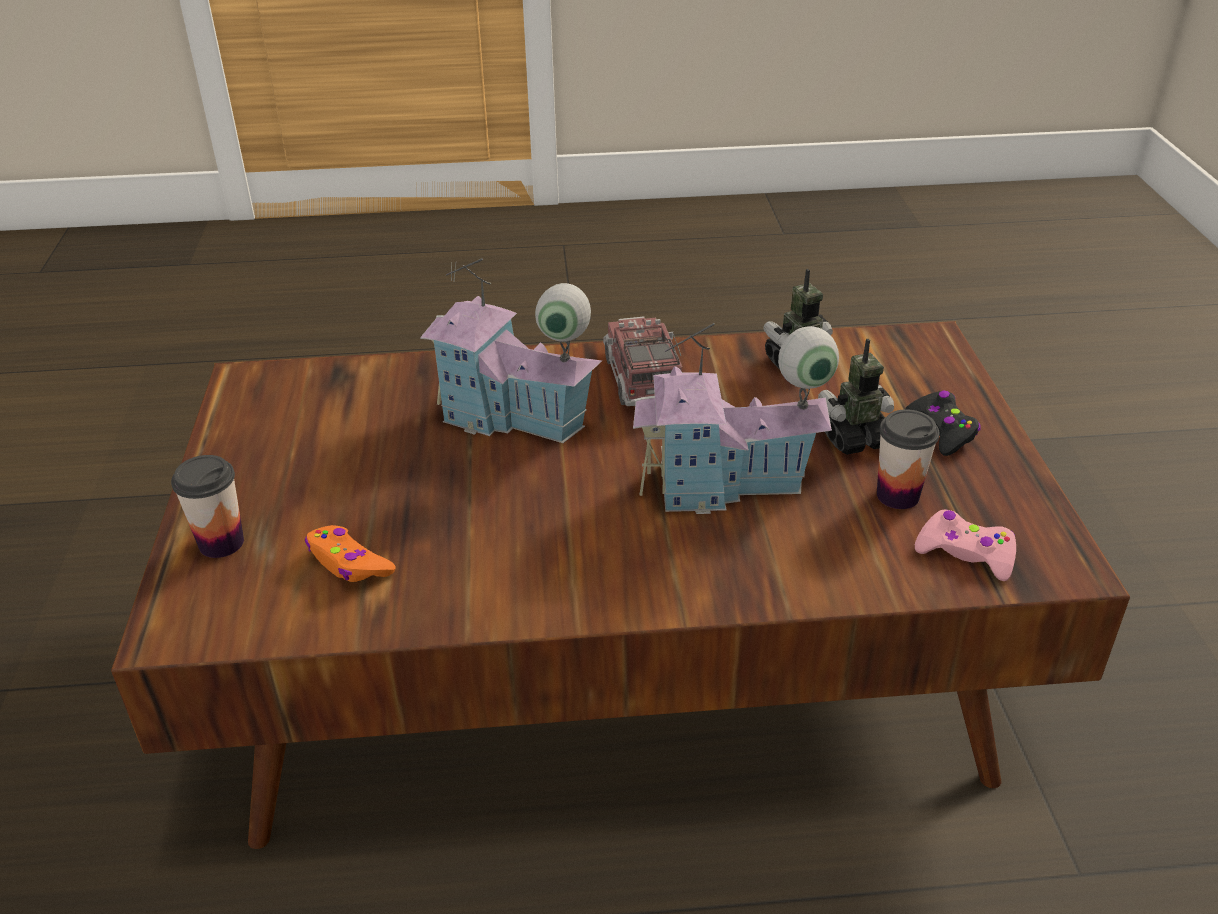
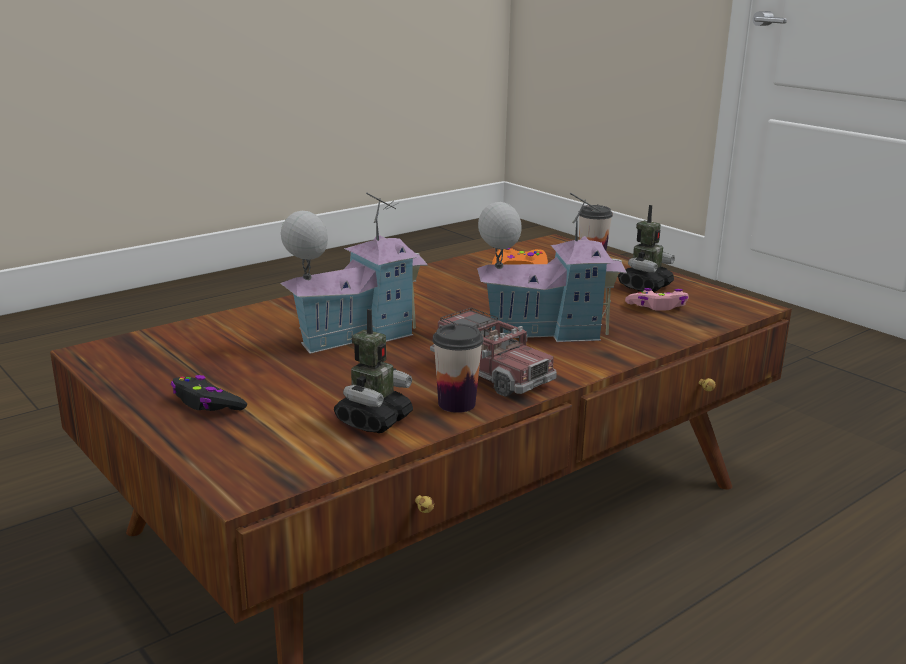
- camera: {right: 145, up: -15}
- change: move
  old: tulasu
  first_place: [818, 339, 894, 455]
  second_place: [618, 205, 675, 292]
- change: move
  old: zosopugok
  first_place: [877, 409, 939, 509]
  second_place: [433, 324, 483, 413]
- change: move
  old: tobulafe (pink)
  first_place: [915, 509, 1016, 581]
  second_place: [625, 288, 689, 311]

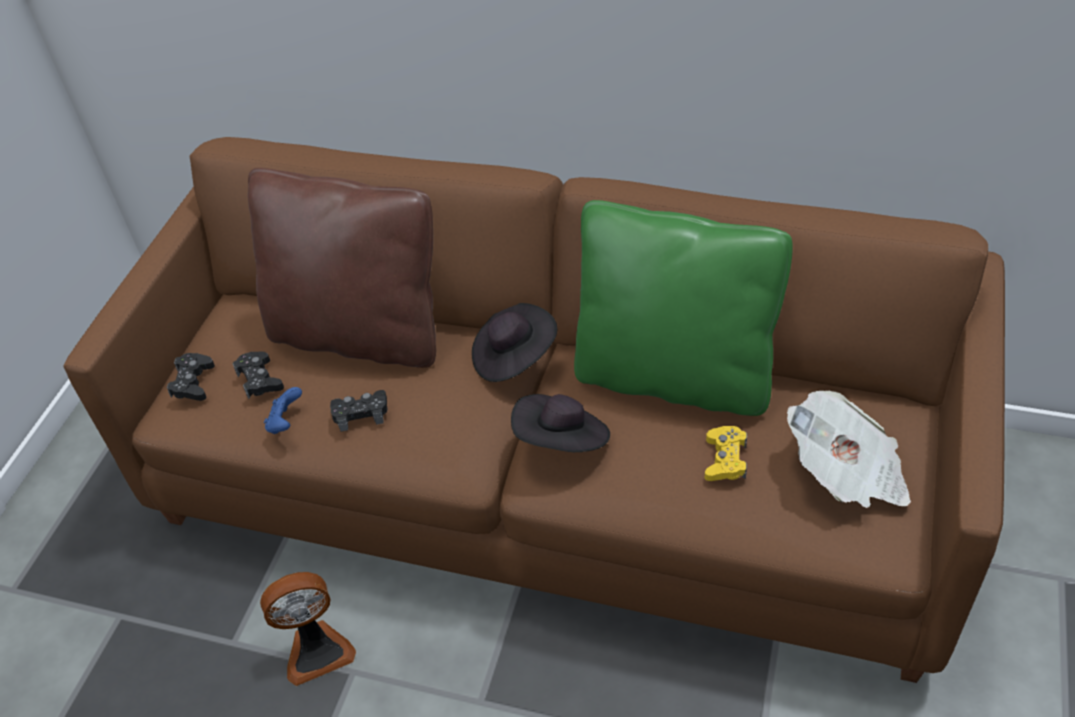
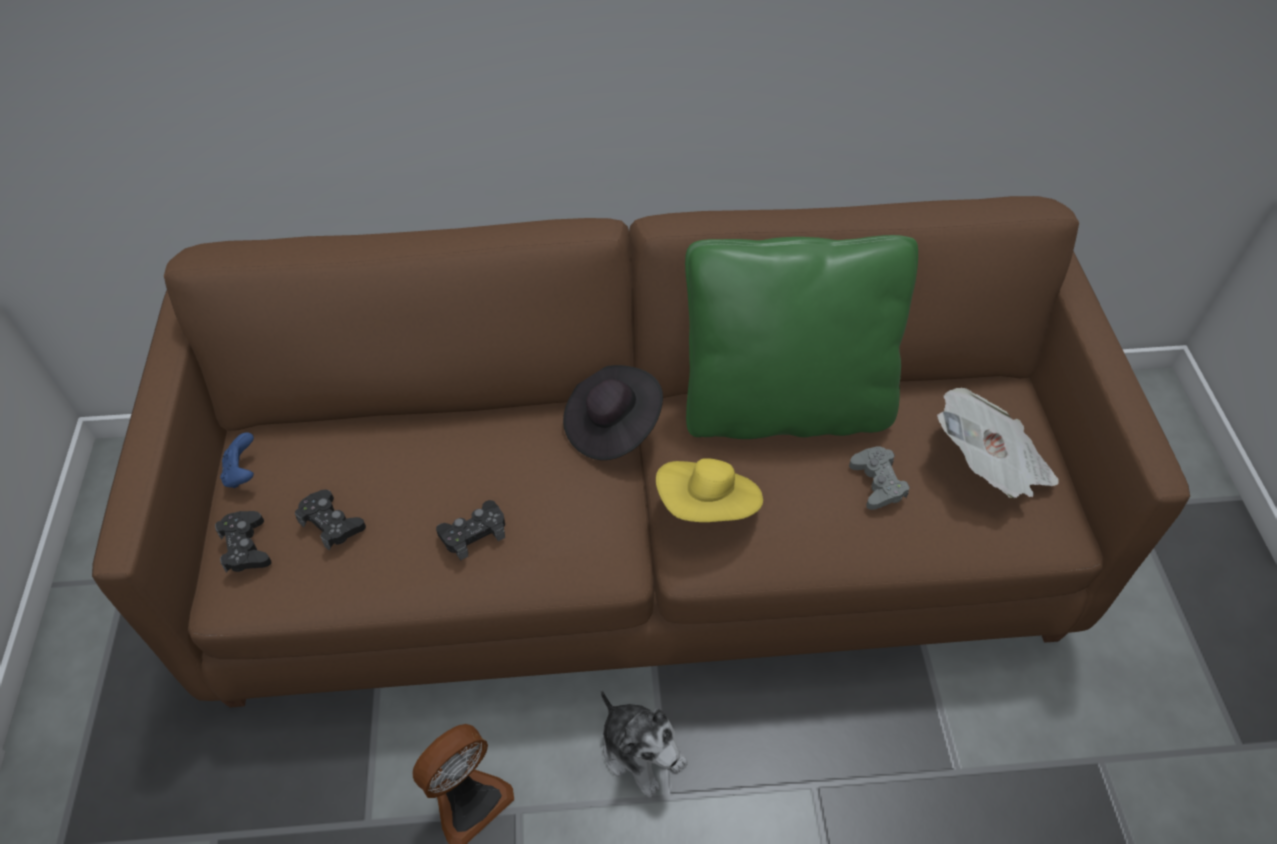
- camera: {right: -25, up: 5}
- change: delete
  old: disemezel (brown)
  first_place: [248, 168, 436, 368]
- change: insert
  new: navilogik
  second_place: [601, 690, 688, 798]
- change: move
  old: tobulafe (blue)
  first_place: [264, 387, 302, 434]
  second_place: [220, 432, 254, 488]
- change: recolor
  old: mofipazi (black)
  new: mofipazi (yellow)
  first_place: [511, 394, 610, 452]
  second_place: [656, 458, 763, 522]
- change: recolor
  old: tobulafe (yellow)
  new: tobulafe (grey)
  first_place: [705, 426, 747, 481]
  second_place: [849, 446, 910, 510]

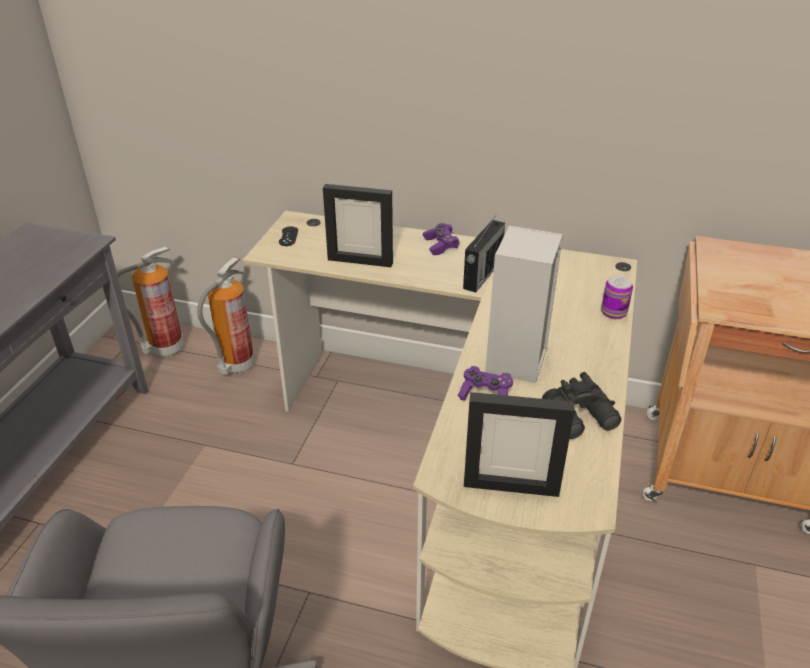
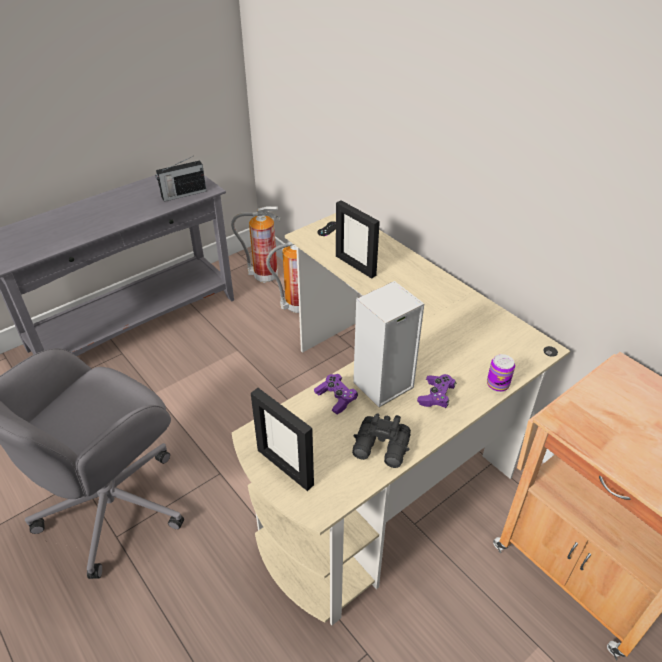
- camera: {right: 35, up: 5}
- change: move
  old: tobulafe (purple)
  first_place: [423, 223, 460, 255]
  second_place: [417, 374, 456, 408]
- change: move
  old: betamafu
  first_place: [463, 215, 505, 292]
  second_place: [155, 156, 206, 202]

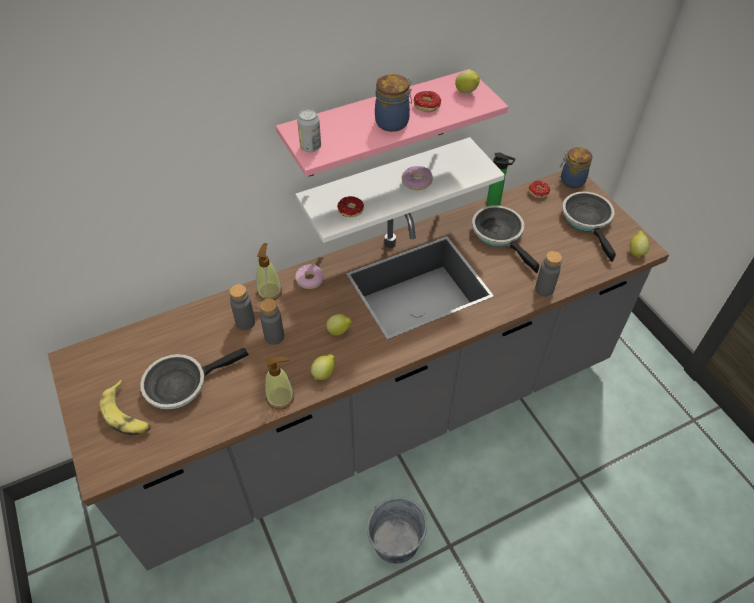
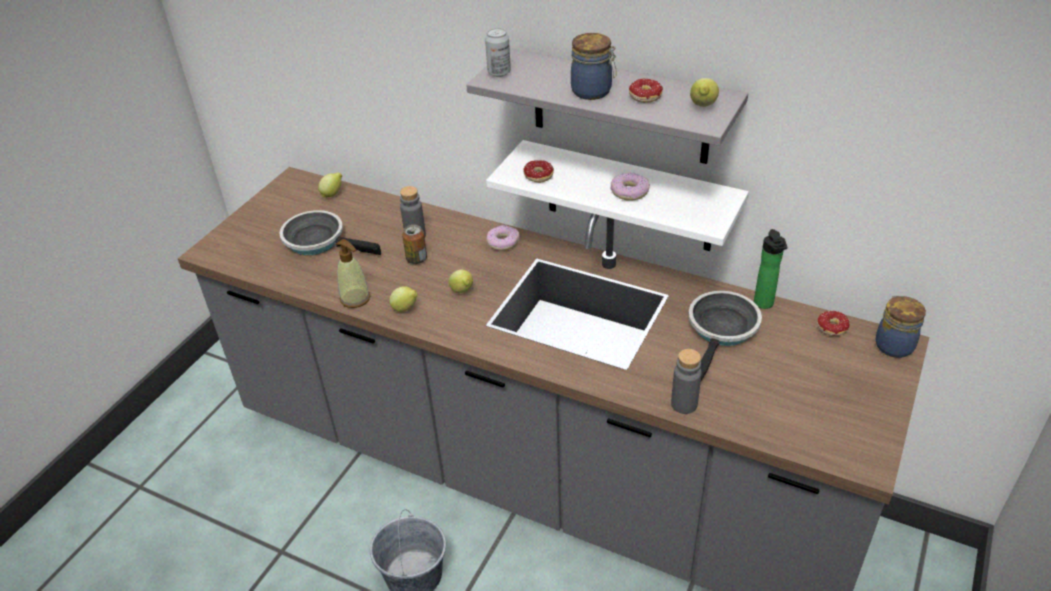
- camera: {right: 55, up: -10}
- change: delete
  old: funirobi
  first_place: [99, 380, 151, 435]
- change: delete
  old: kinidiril
  first_place: [256, 243, 282, 300]
- change: delete
  old: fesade
  first_place: [562, 192, 616, 262]
- change: move
  old: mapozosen
  first_place: [630, 231, 649, 258]
  second_place: [318, 172, 342, 197]
- change: replace
  old: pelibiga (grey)
  new: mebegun
  first_place: [260, 299, 284, 345]
  second_place: [402, 224, 427, 264]
- change: recolor
  old: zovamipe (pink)
  new: zovamipe (grey)
  first_place: [276, 69, 508, 177]
  second_place: [466, 48, 748, 164]

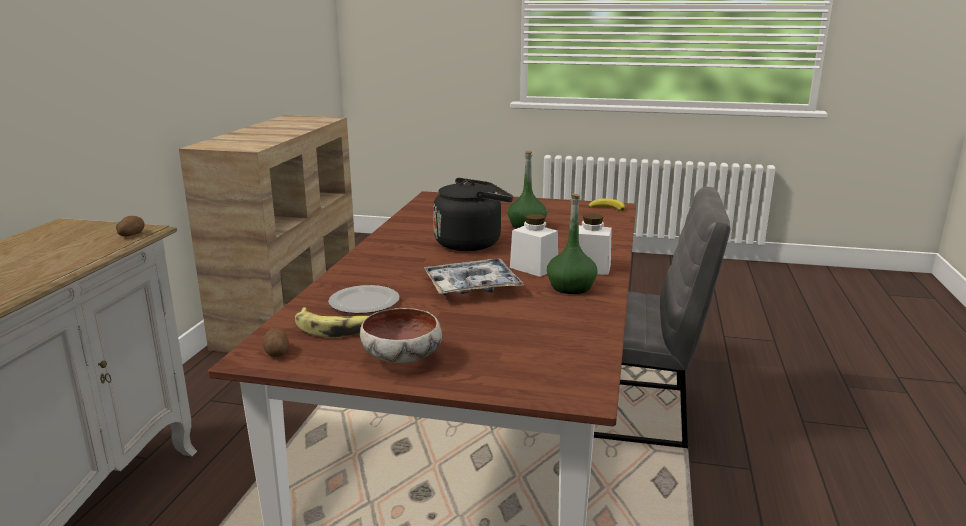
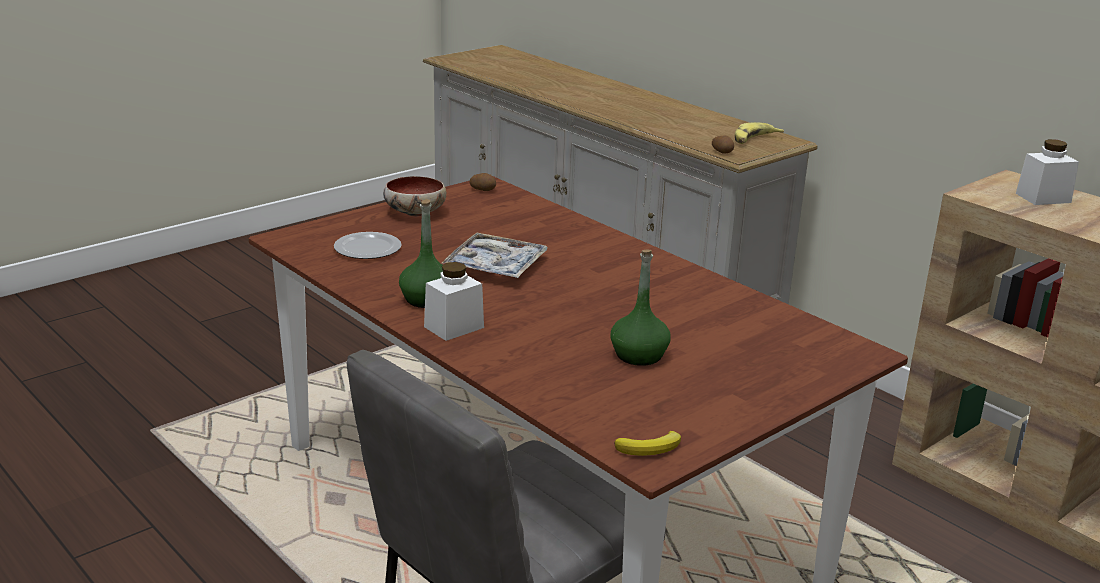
- camera: {right: 125, up: 5}
- change: delete
  old: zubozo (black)
  first_place: [433, 178, 513, 251]
- change: move
  old: funirobi
  first_place: [295, 307, 369, 338]
  second_place: [735, 122, 784, 144]
- change: move
  old: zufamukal
  first_place: [328, 285, 400, 314]
  second_place: [334, 232, 402, 259]
- change: move
  old: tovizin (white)
  first_place: [510, 214, 558, 277]
  second_place: [1016, 139, 1079, 205]

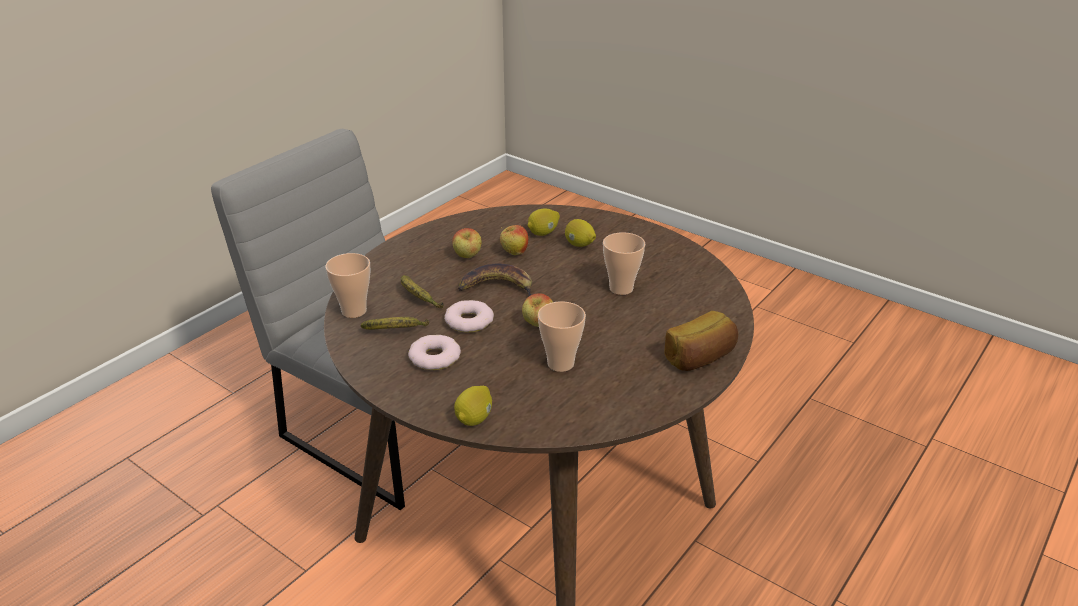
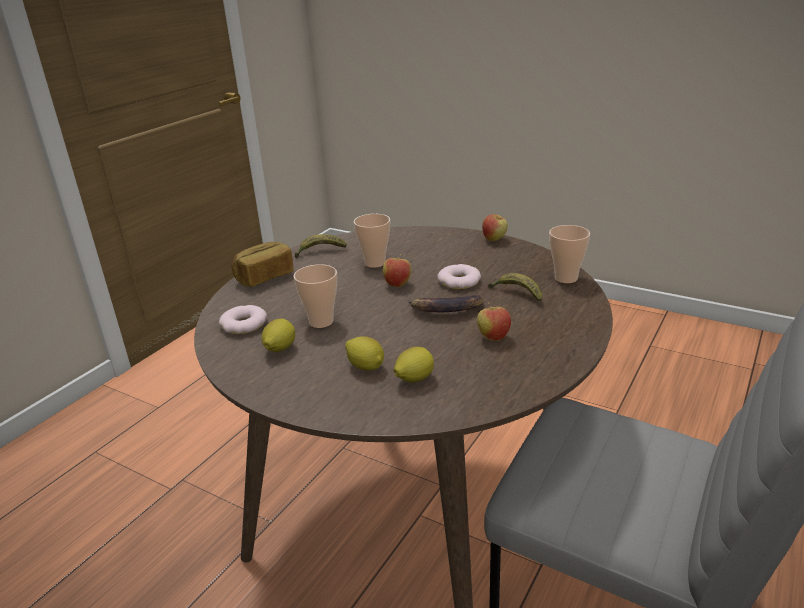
- camera: {right: 175, up: -5}
- change: move
  old: funirobi
  first_place: [361, 317, 429, 330]
  second_place: [295, 234, 347, 258]
- change: move
  old: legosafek
  first_place: [408, 335, 461, 370]
  second_place: [219, 305, 267, 334]
- change: move
  old: mapozosen
  first_place: [454, 386, 492, 426]
  second_place: [261, 319, 295, 352]
- change: move
  old: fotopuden
  first_place: [500, 225, 528, 255]
  second_place: [482, 214, 508, 241]

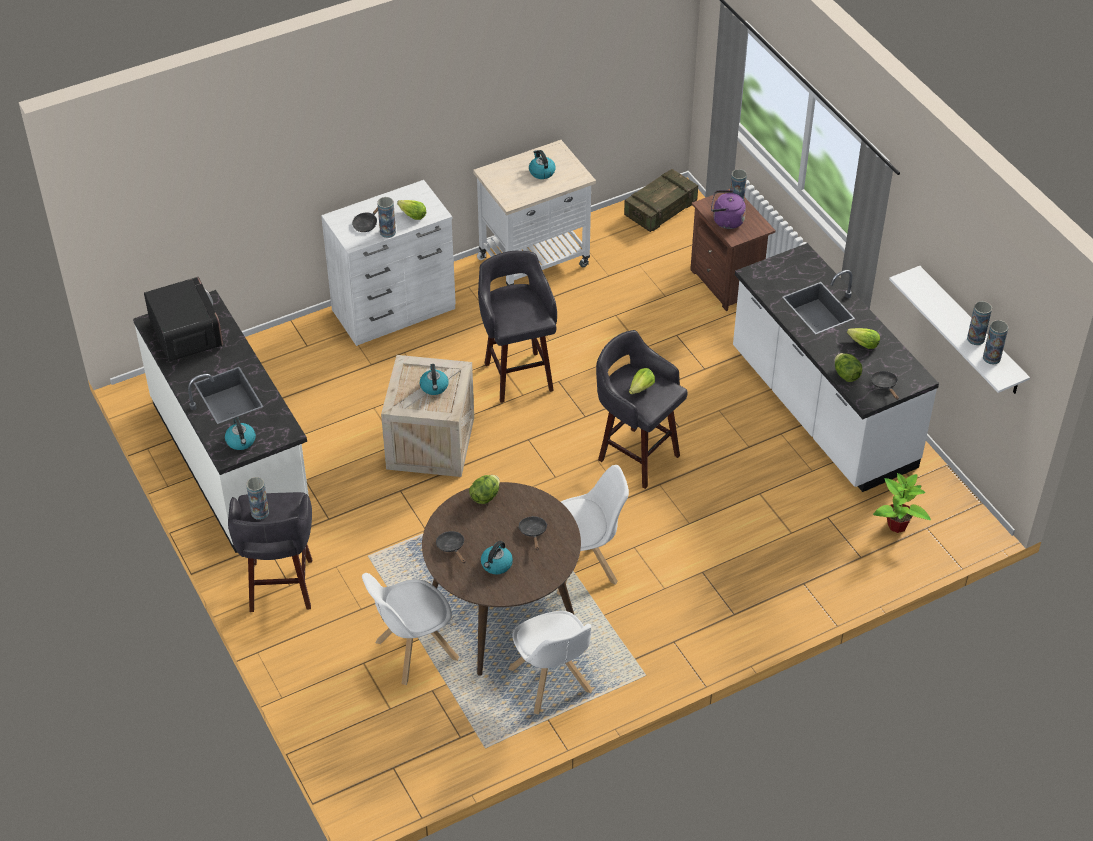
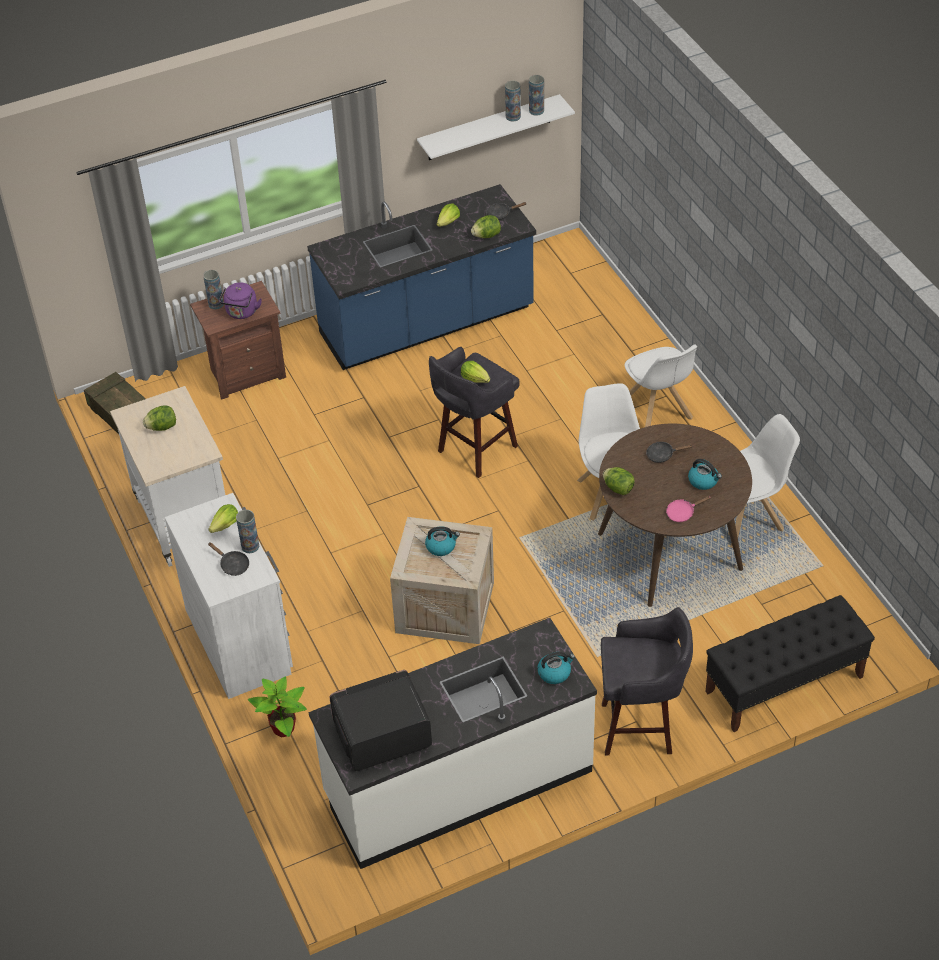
- camera: {right: -85, up: 0}
- change: delete
  old: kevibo
  first_place: [246, 477, 269, 520]
- change: delete
  old: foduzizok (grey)
  first_place: [478, 250, 557, 403]
- change: insert
  new: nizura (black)
  second_place: [705, 595, 875, 732]
- change: move
  old: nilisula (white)
  first_place: [362, 573, 459, 685]
  second_place: [625, 344, 697, 427]
- change: move
  old: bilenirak
  first_place: [873, 473, 931, 533]
  second_place: [248, 676, 307, 738]
- change: replace
  old: zubozo
  new: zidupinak
  first_place: [529, 150, 556, 179]
  second_place: [143, 405, 176, 431]
- change: recolor
  old: fesade (black)
  new: fesade (pink)
  first_place: [436, 531, 465, 563]
  second_place: [666, 496, 711, 522]
- change: recolor
  old: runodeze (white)
  new: runodeze (blue)
  first_place: [733, 243, 939, 492]
  second_place: [307, 184, 536, 370]

